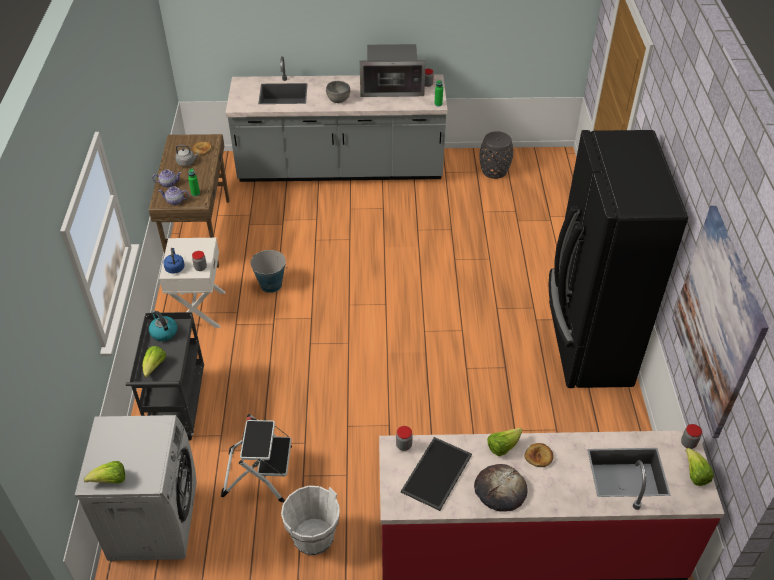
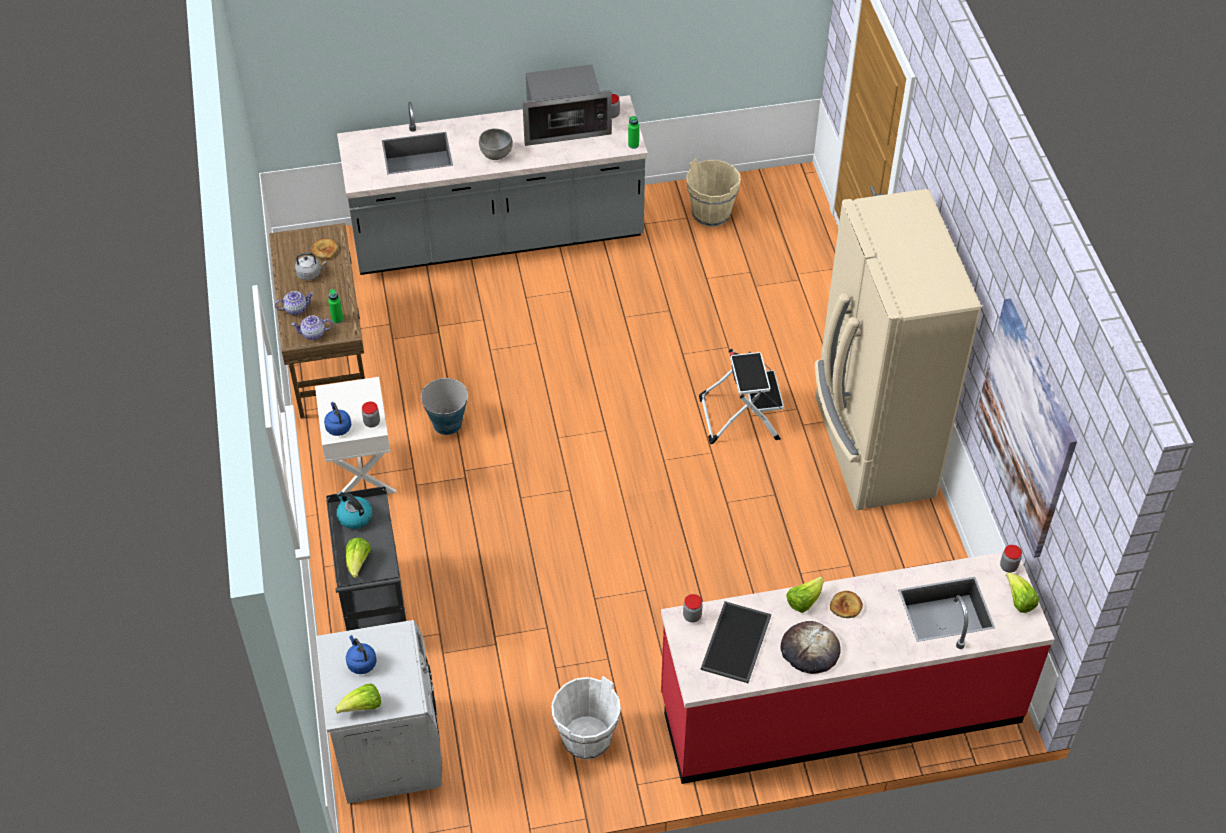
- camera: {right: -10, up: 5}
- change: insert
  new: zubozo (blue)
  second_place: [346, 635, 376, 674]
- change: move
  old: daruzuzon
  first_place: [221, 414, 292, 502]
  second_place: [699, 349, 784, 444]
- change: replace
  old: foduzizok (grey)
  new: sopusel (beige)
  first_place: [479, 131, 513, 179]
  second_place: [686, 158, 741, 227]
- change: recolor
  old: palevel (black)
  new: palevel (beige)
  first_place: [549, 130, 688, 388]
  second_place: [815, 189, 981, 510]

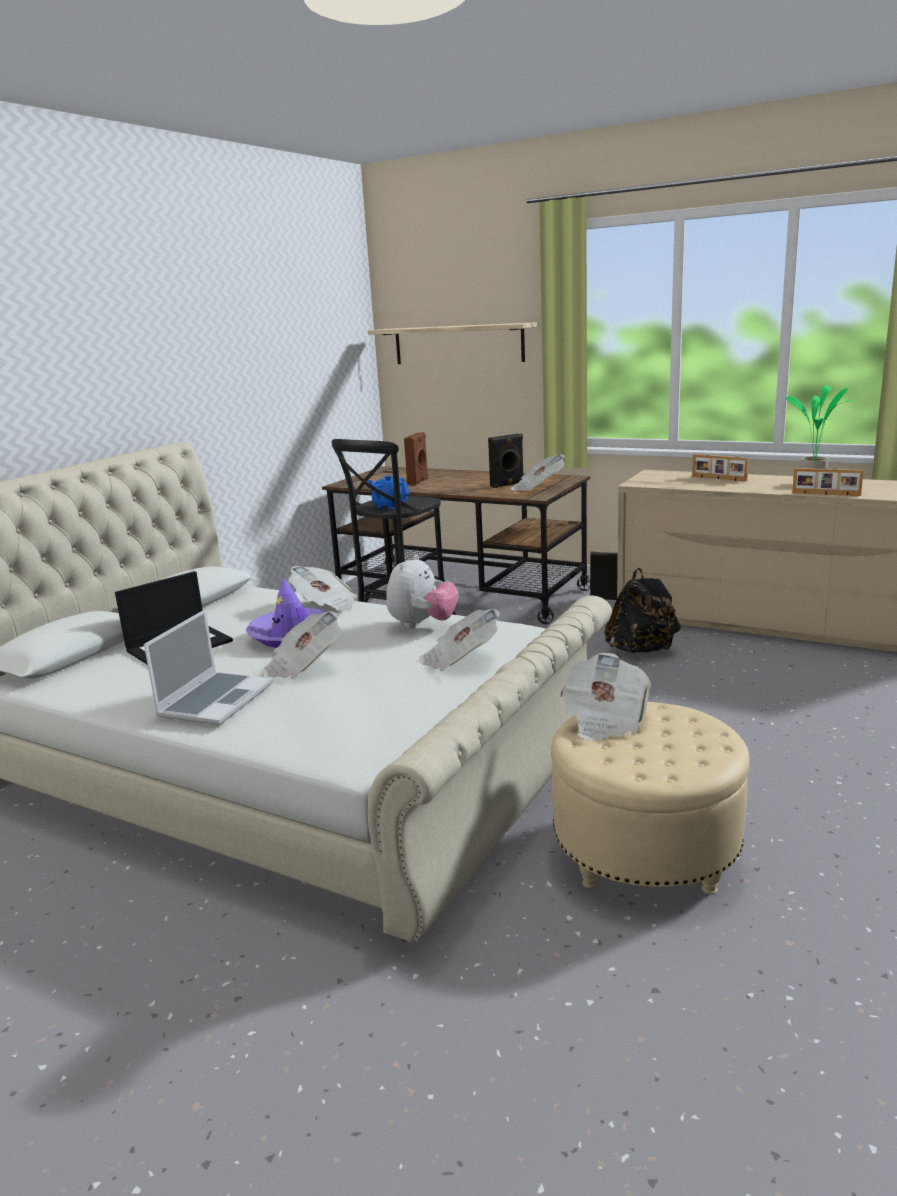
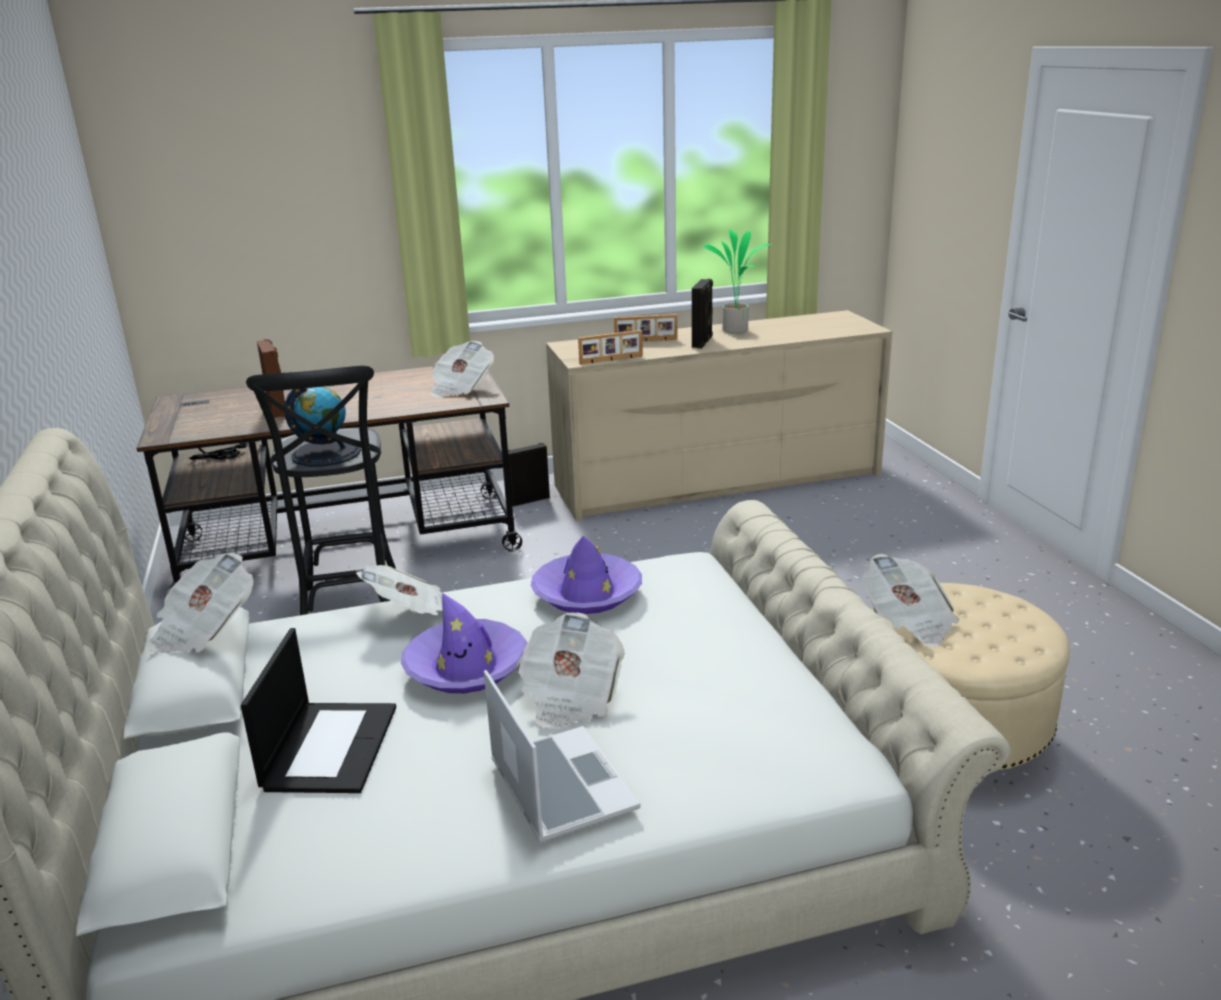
- camera: {right: -45, up: 5}
- change: delete
  old: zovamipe
  first_place: [368, 322, 537, 364]
- change: delete
  old: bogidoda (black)
  first_place: [604, 568, 680, 653]
- change: move
  old: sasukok
  first_place: [418, 609, 500, 671]
  second_place: [147, 553, 254, 653]
- change: move
  old: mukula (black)
  first_place: [488, 434, 523, 488]
  second_place: [692, 279, 713, 349]
- change: move
  old: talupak
  first_place: [792, 468, 864, 496]
  second_place: [578, 330, 643, 364]
- change: replace
  old: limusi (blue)
  new: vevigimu
  first_place: [368, 475, 410, 509]
  second_place: [284, 387, 361, 467]
- change: replace
  old: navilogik
  new: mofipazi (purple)
  first_place: [386, 554, 458, 628]
  second_place: [531, 536, 642, 614]

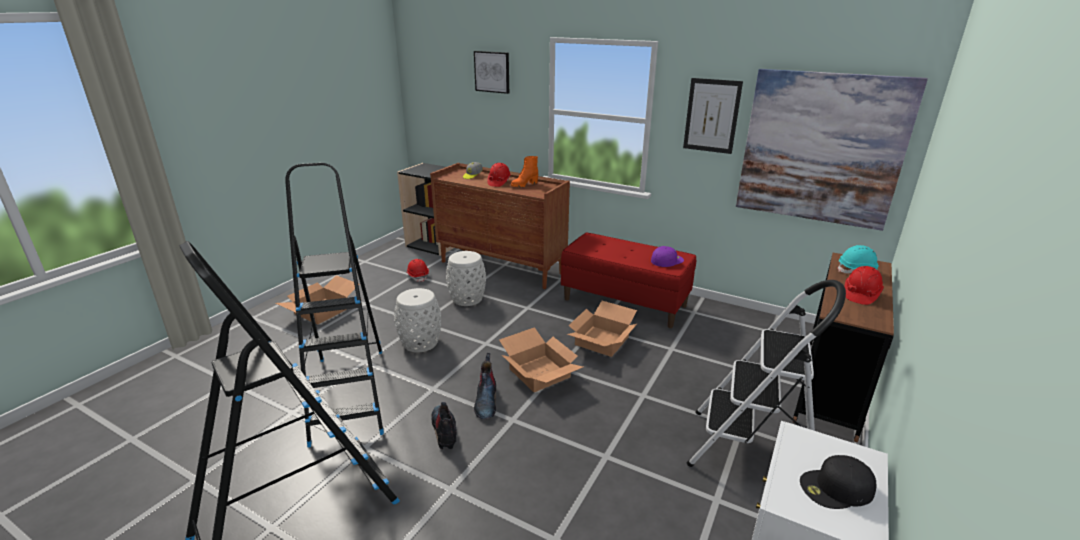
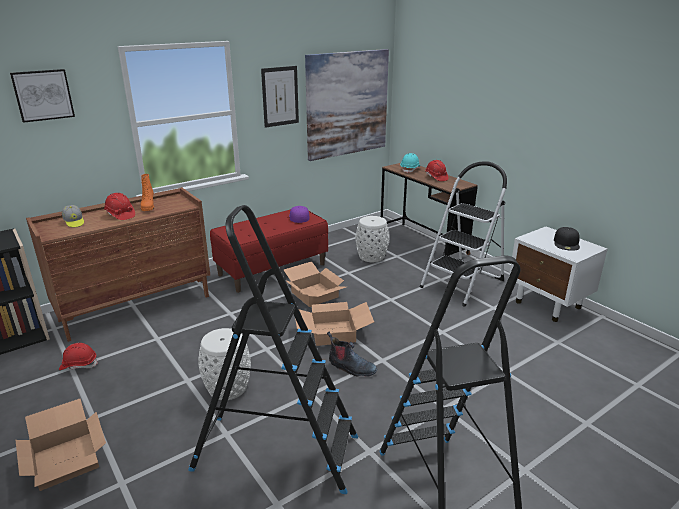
- camera: {right: -65, up: 0}
- change: delete
  old: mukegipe
  first_place: [431, 402, 457, 450]
- change: move
  old: foduzizok (white)
  first_place: [446, 251, 486, 306]
  second_place: [356, 216, 389, 262]

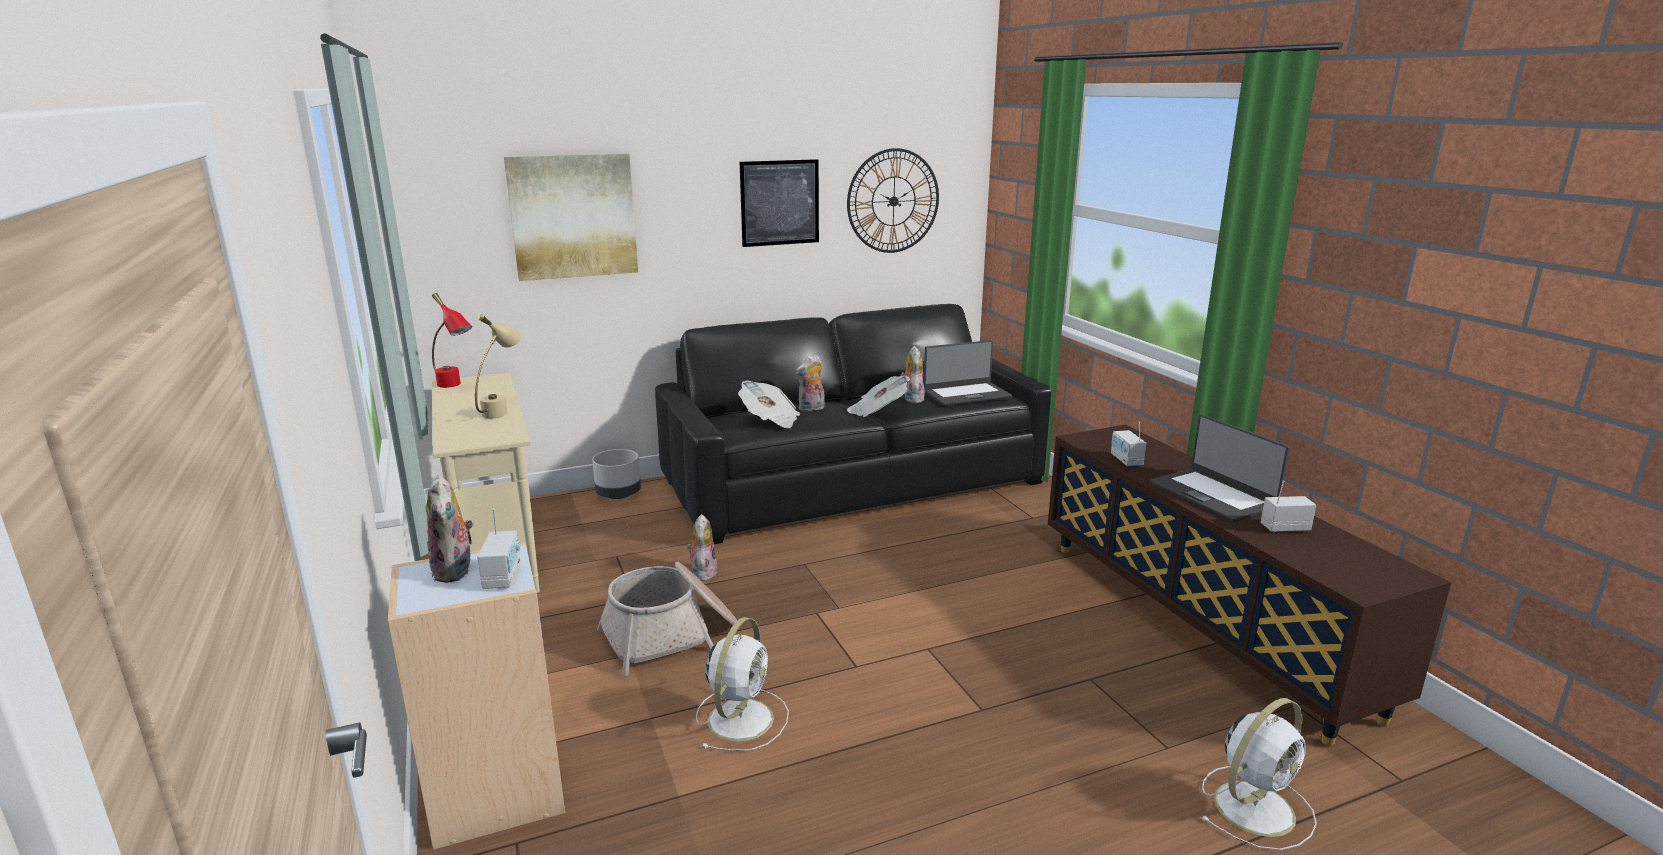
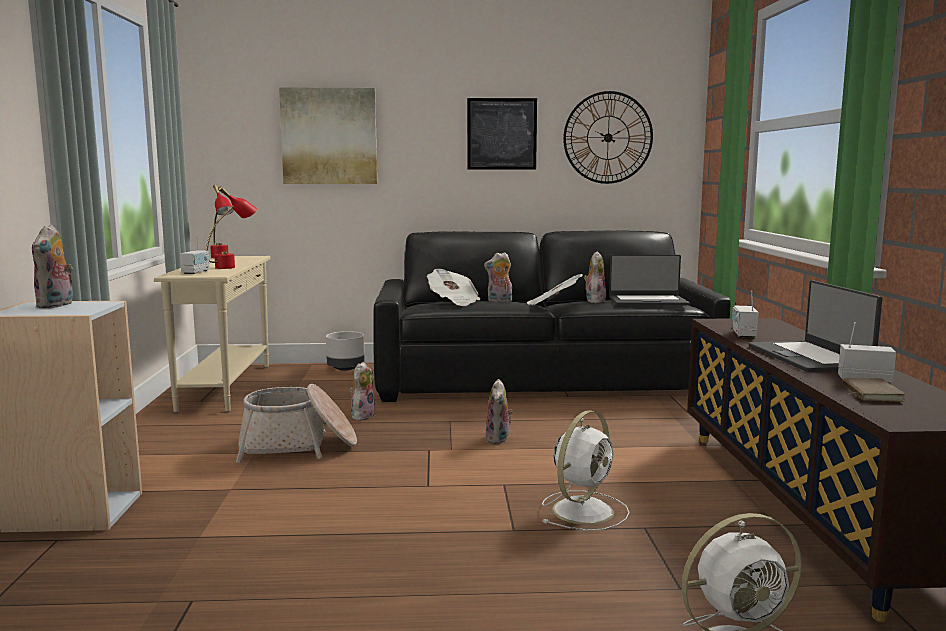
- camera: {right: 20, up: -10}
- change: insert
  new: navilogik
  second_place: [486, 379, 513, 444]
- change: insert
  new: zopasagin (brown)
  second_place: [842, 378, 905, 402]
- change: move
  old: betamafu
  first_place: [477, 509, 521, 589]
  second_place: [180, 235, 210, 274]
- change: move
  old: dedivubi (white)
  first_place: [696, 617, 789, 751]
  second_place: [542, 410, 630, 531]
- change: recolor
  old: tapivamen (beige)
  new: tapivamen (red)
  first_place: [475, 314, 522, 418]
  second_place: [206, 186, 257, 269]

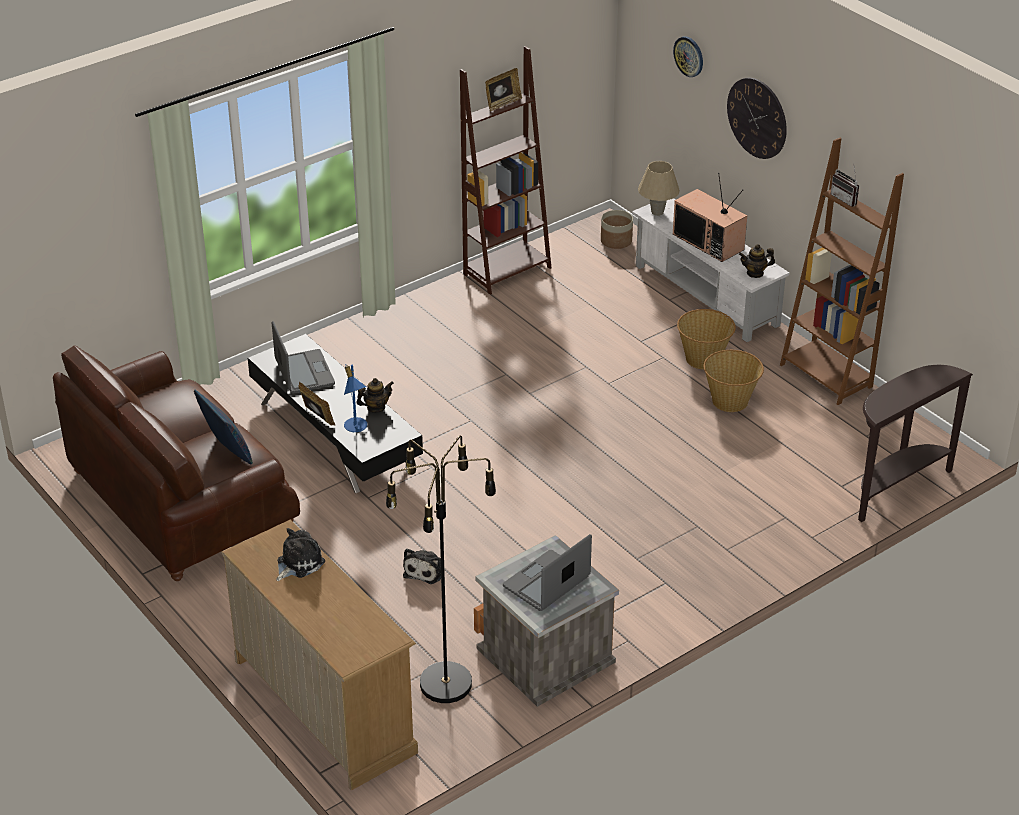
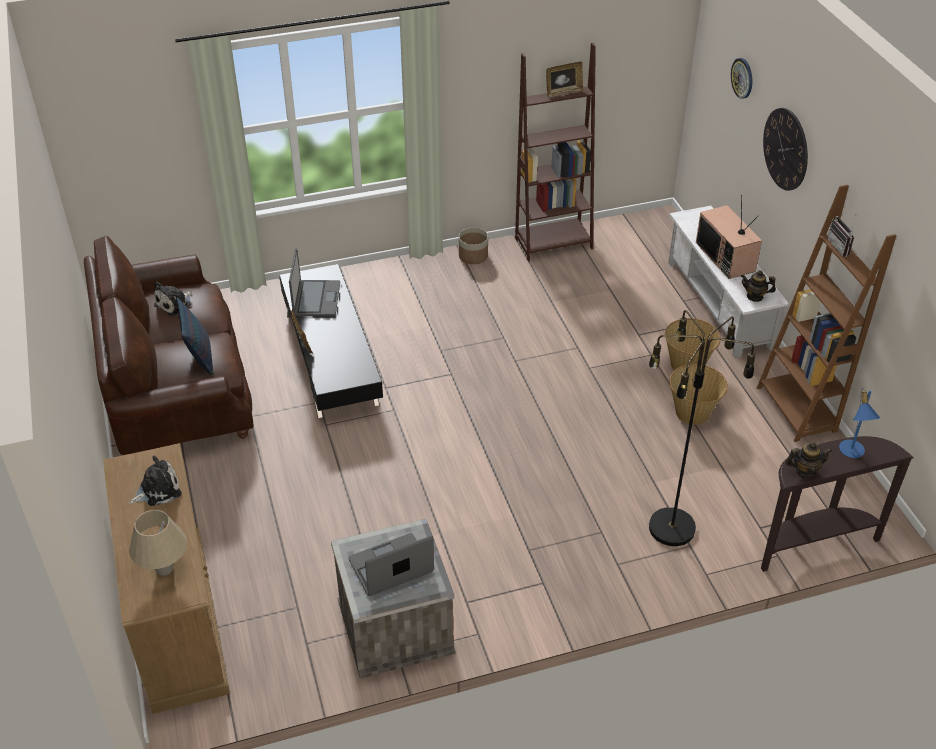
- camera: {right: 20, up: 5}
- change: move
  old: tapivamen (blue)
  first_place: [344, 364, 367, 432]
  second_place: [839, 388, 880, 458]
- change: move
  old: limusi
  first_place: [357, 378, 394, 413]
  second_place: [786, 442, 832, 478]
- change: move
  old: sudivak
  first_place: [386, 435, 496, 703]
  second_place: [649, 310, 755, 546]
- change: move
  old: navilogik
  first_place: [403, 548, 441, 584]
  second_place: [154, 282, 192, 316]
- change: move
  old: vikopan
  first_place: [601, 210, 633, 249]
  second_place: [459, 228, 488, 264]
- change: move
  old: tapivamen (beige)
  first_place: [638, 161, 680, 216]
  second_place: [129, 510, 188, 576]

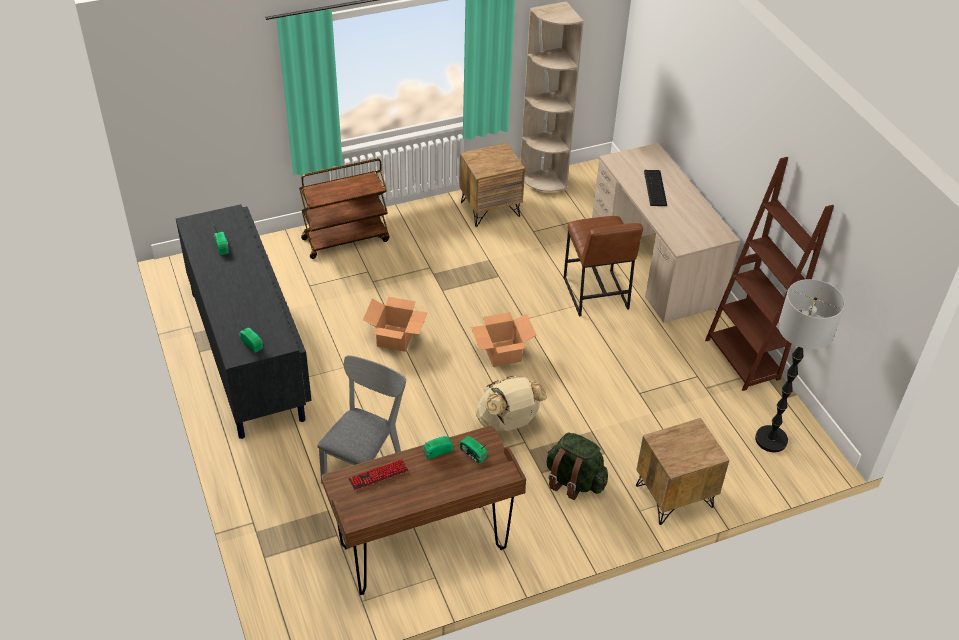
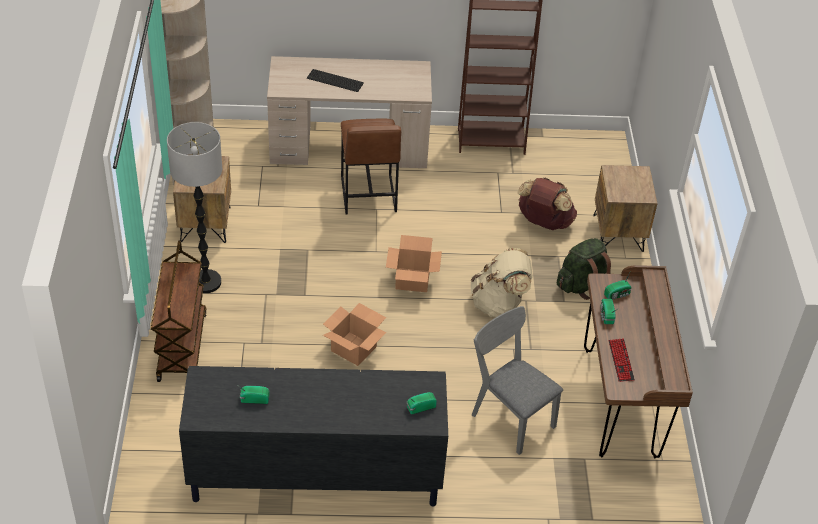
- camera: {right: -70, up: 0}
- change: insert
  new: bogidoda (brown)
  second_place: [517, 178, 577, 230]
- change: move
  old: sudivak
  first_place: [755, 279, 845, 452]
  second_place: [167, 122, 222, 293]
- change: rotate
  old: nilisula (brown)
  first_place: [563, 216, 643, 316]
  second_place: [341, 119, 401, 215]
  degrees: 75

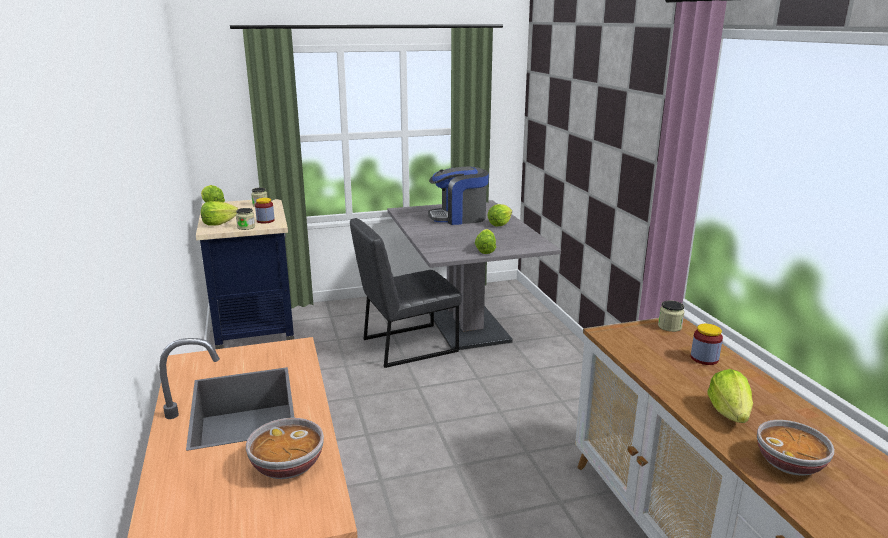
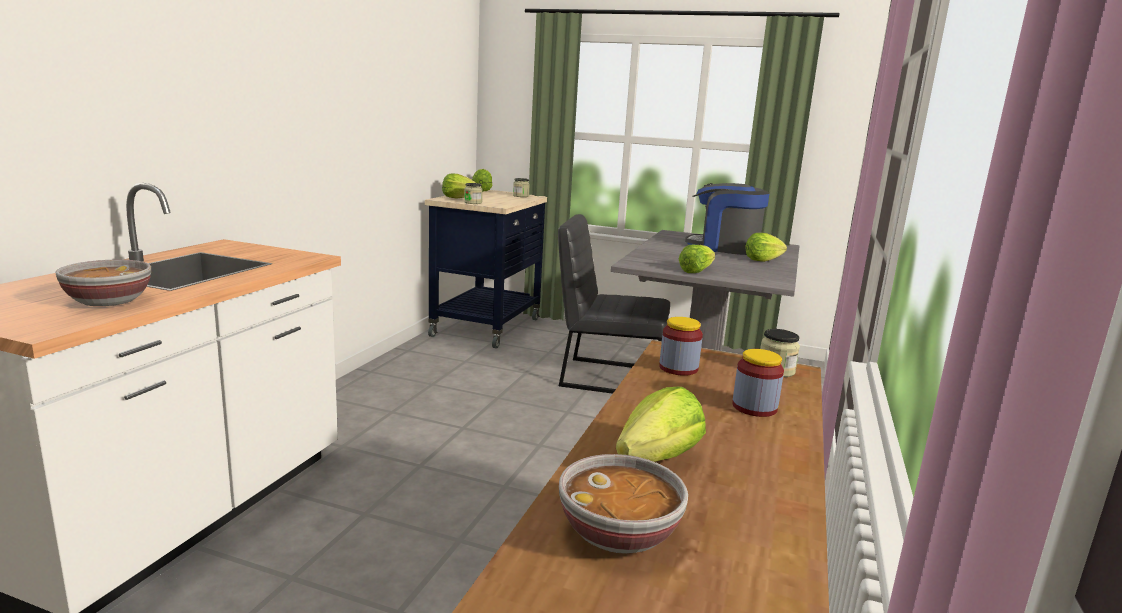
- camera: {right: 35, up: -5}
- change: move
  old: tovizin
  first_place: [255, 198, 275, 224]
  second_place: [659, 317, 703, 376]

